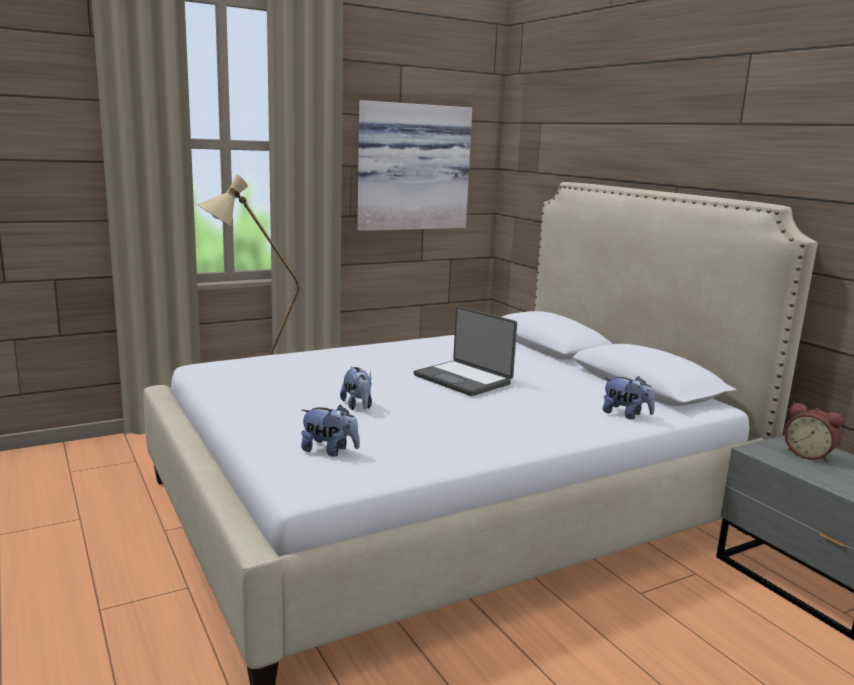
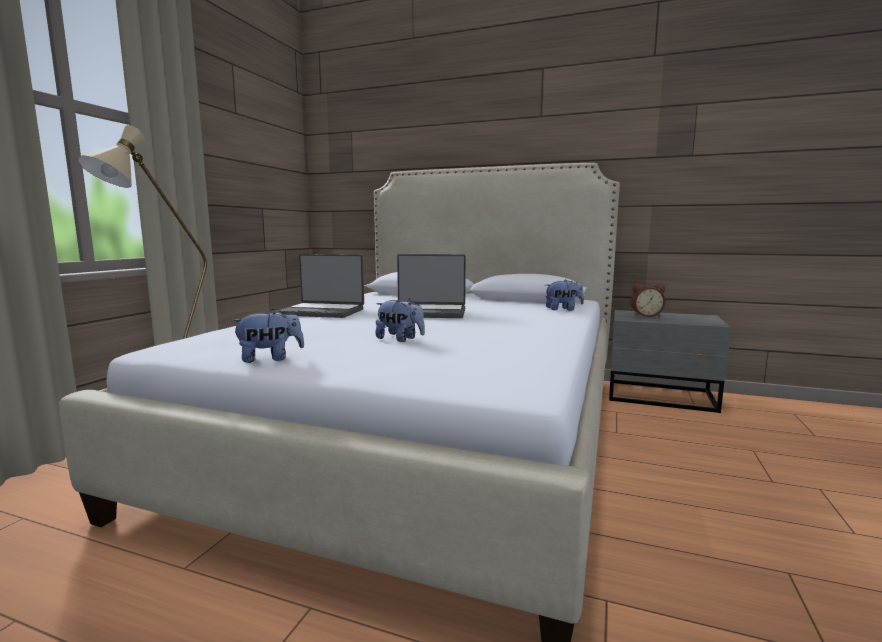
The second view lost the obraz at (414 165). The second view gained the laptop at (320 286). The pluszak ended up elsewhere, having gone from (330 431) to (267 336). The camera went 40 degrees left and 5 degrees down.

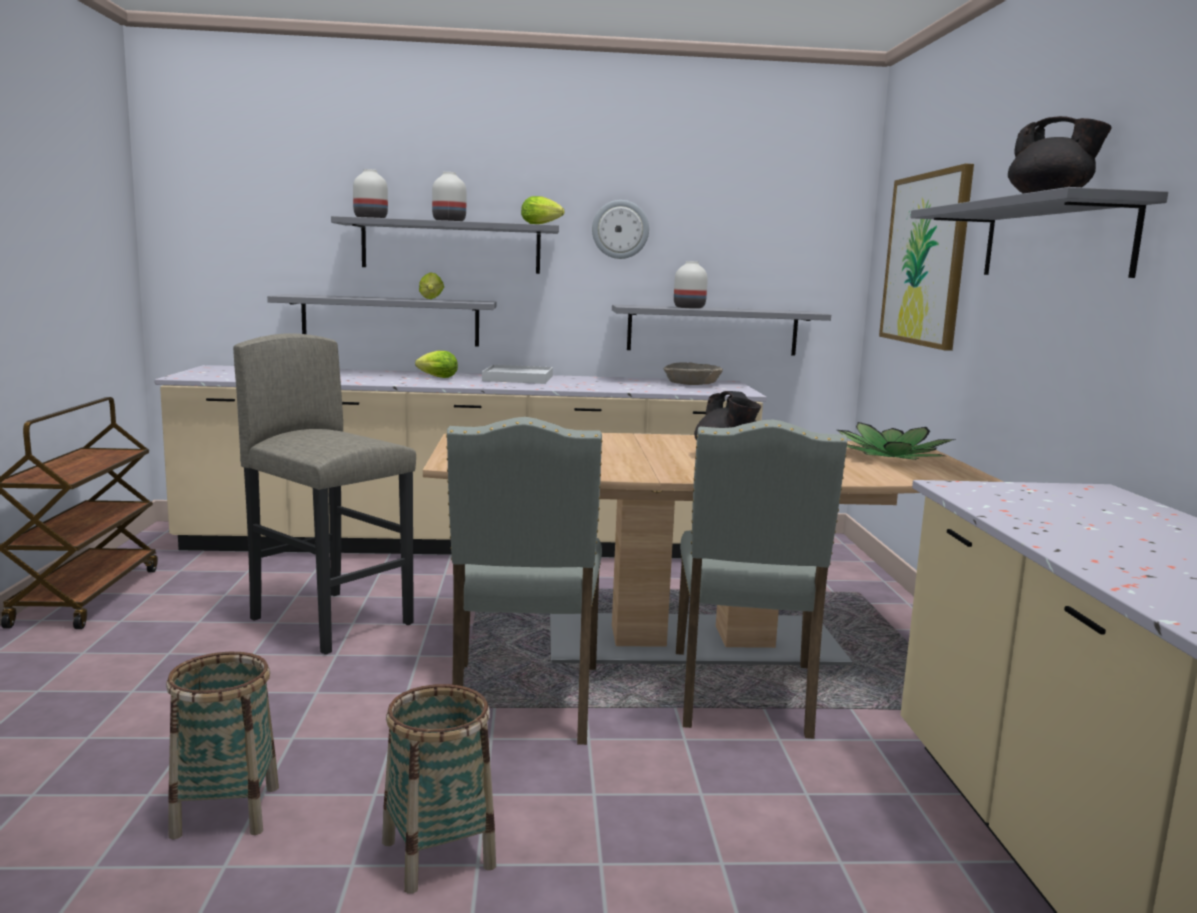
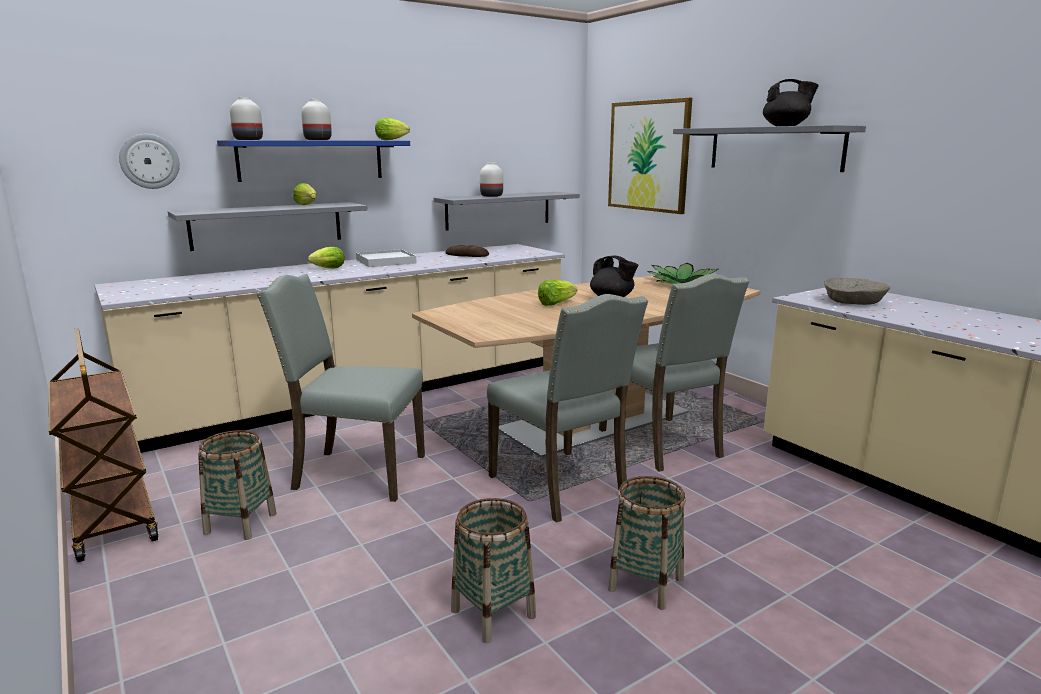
The second view gained the koszyk at (237 485). The second view gained the chleb at (467 251). The second view gained the sałata at (557 293). The zegar ścienny ended up elsewhere, having gone from (620 229) to (149 161). The miska (beżowy) ended up elsewhere, having gone from (693 373) to (857 291). Where the stołek (szary) stood at (324 494), the krzesło (szary) came to stand at (341 388). What was the półka (szary) at (445 245) turned into the półka (niebieski) at (313 161). The camera went 30 degrees left and 5 degrees up.

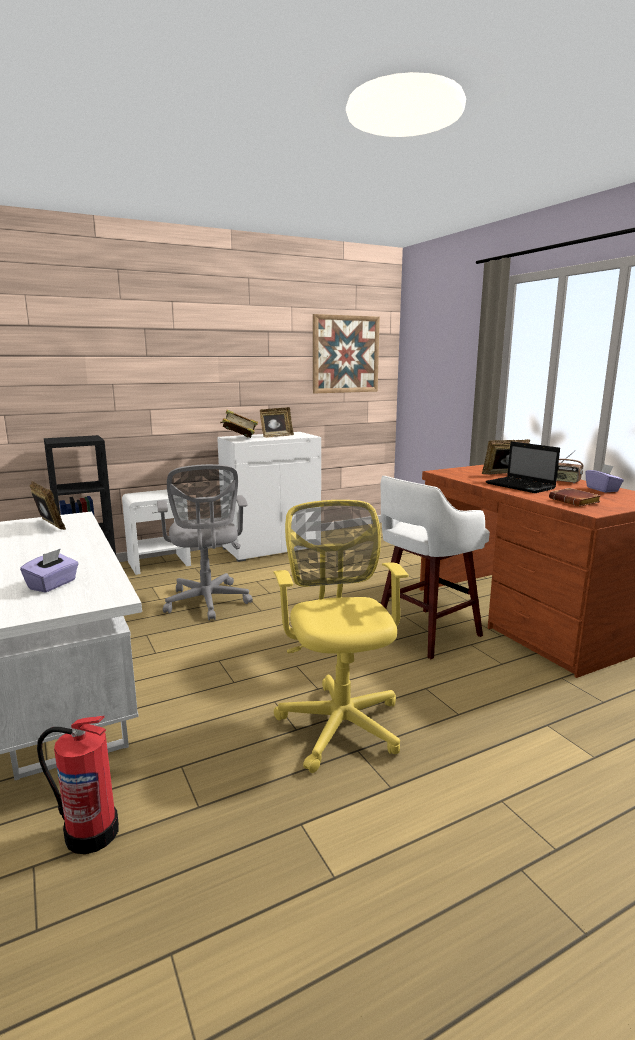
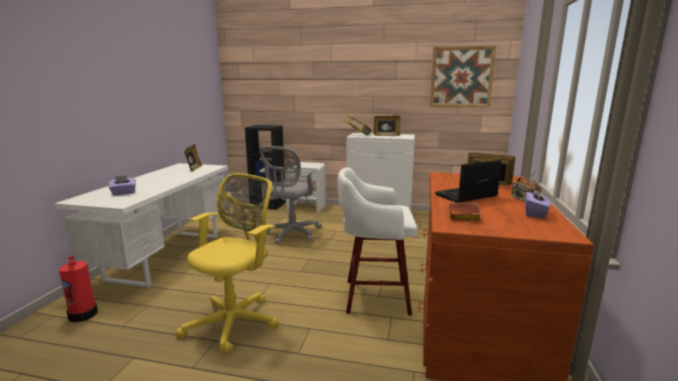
The laptop at (523 467) ended up facing another way, 60 degrees clockwise from before. The camera went 40 degrees right and 0 degrees up.

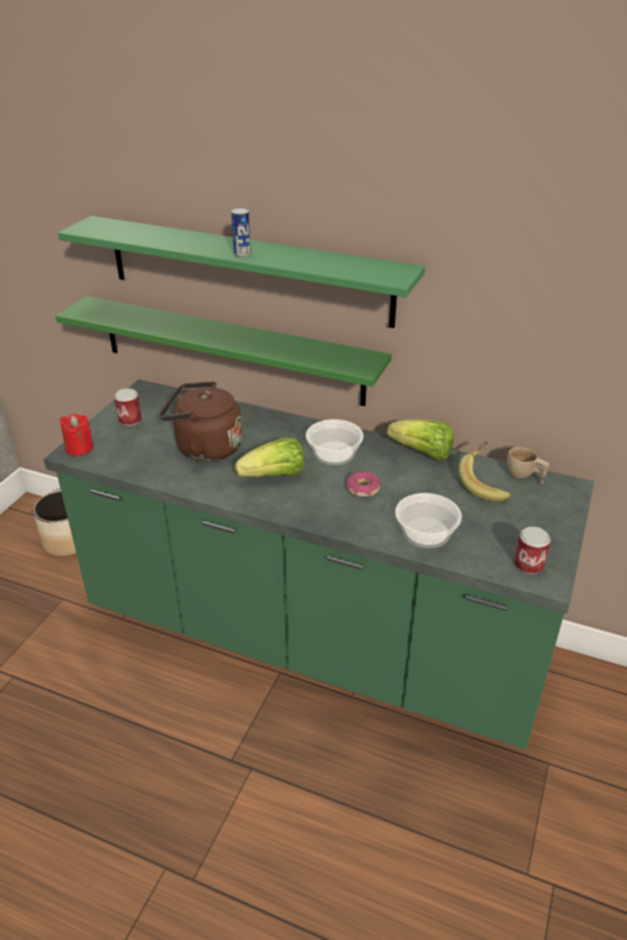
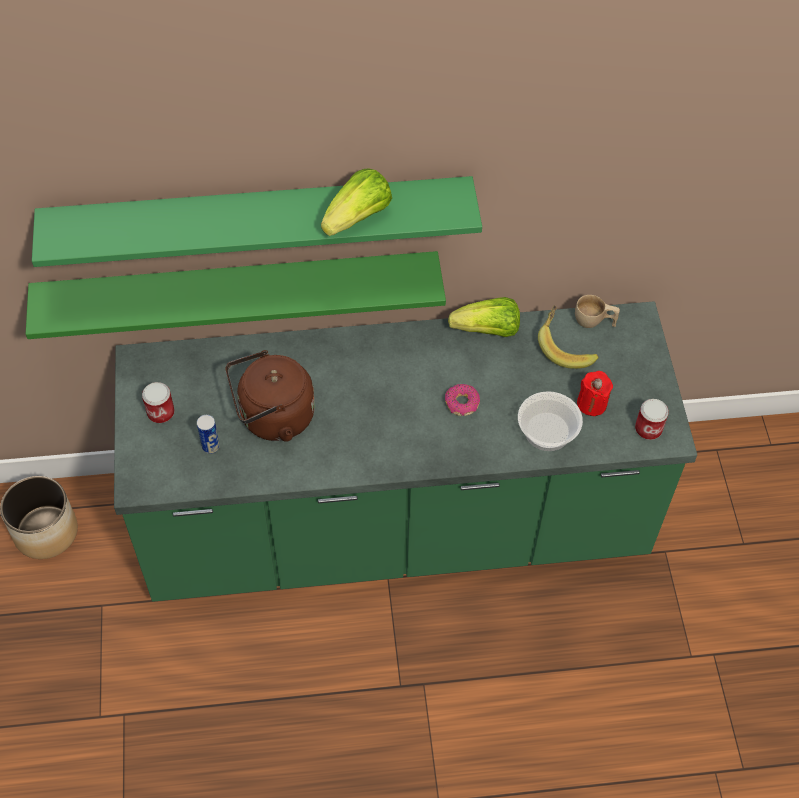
The second view lost the miska at (335 442). The świeca (czerwony) ended up elsewhere, having gone from (77 435) to (595 393). The puszka ended up elsewhere, having gone from (241 233) to (208 434). The sałata ended up elsewhere, having gone from (270 457) to (356 202). The camera went 30 degrees left and 20 degrees up.

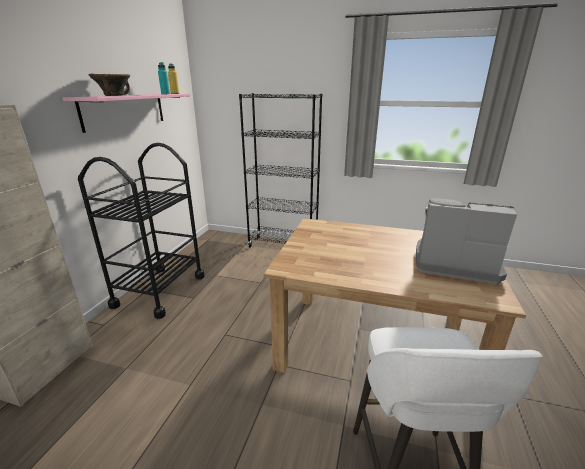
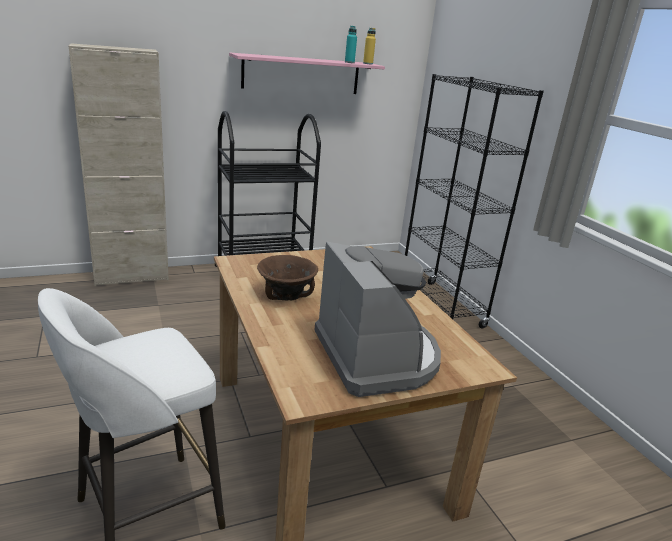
The miska (brązowy) ended up elsewhere, having gone from (109 85) to (287 277). The camera went 50 degrees right and 0 degrees up.

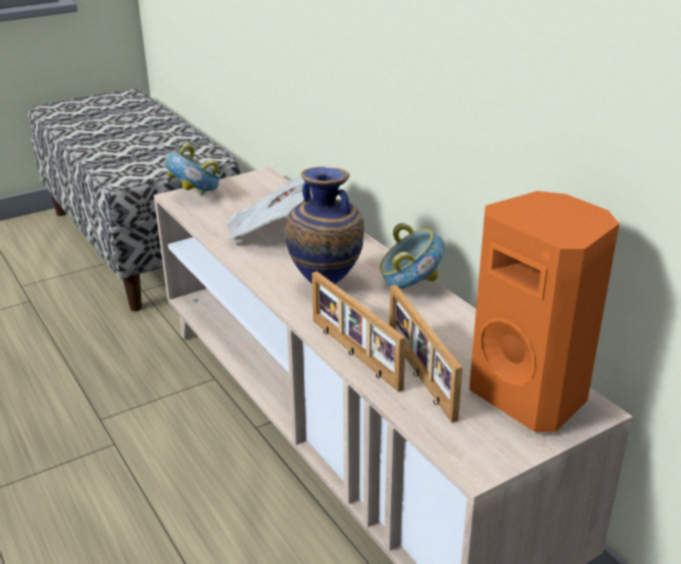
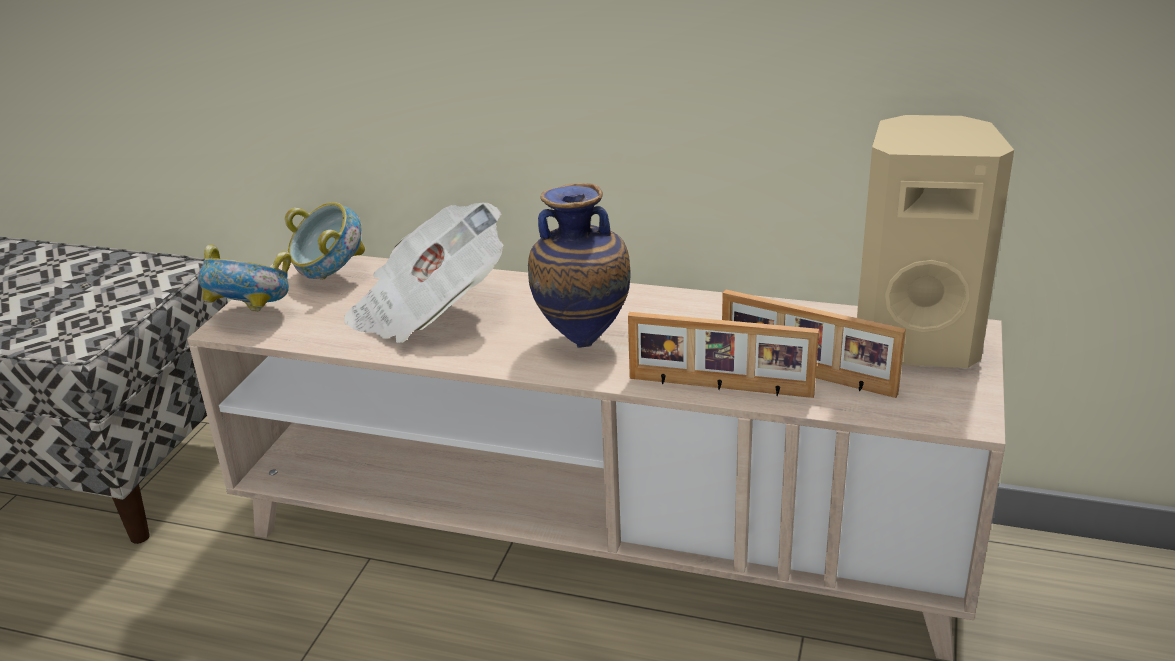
The miska ended up elsewhere, having gone from (412 256) to (325 241). What was the głośnik (pomarańczowy) at (544 311) turned into the głośnik (beżowy) at (935 241). The camera went 40 degrees left and 0 degrees up.

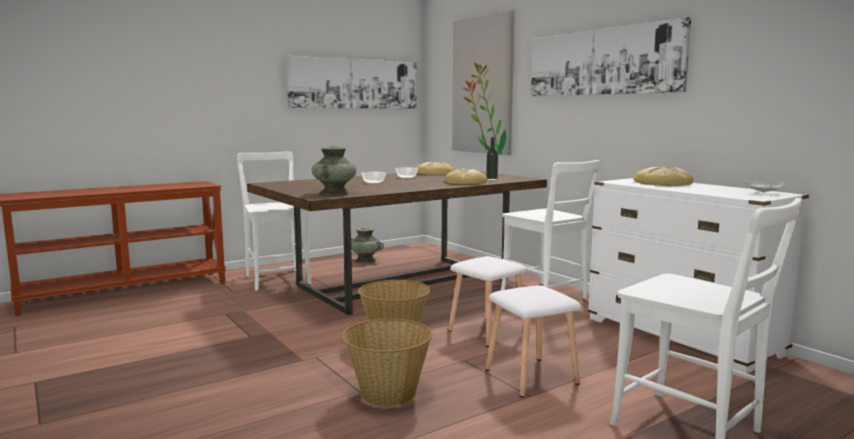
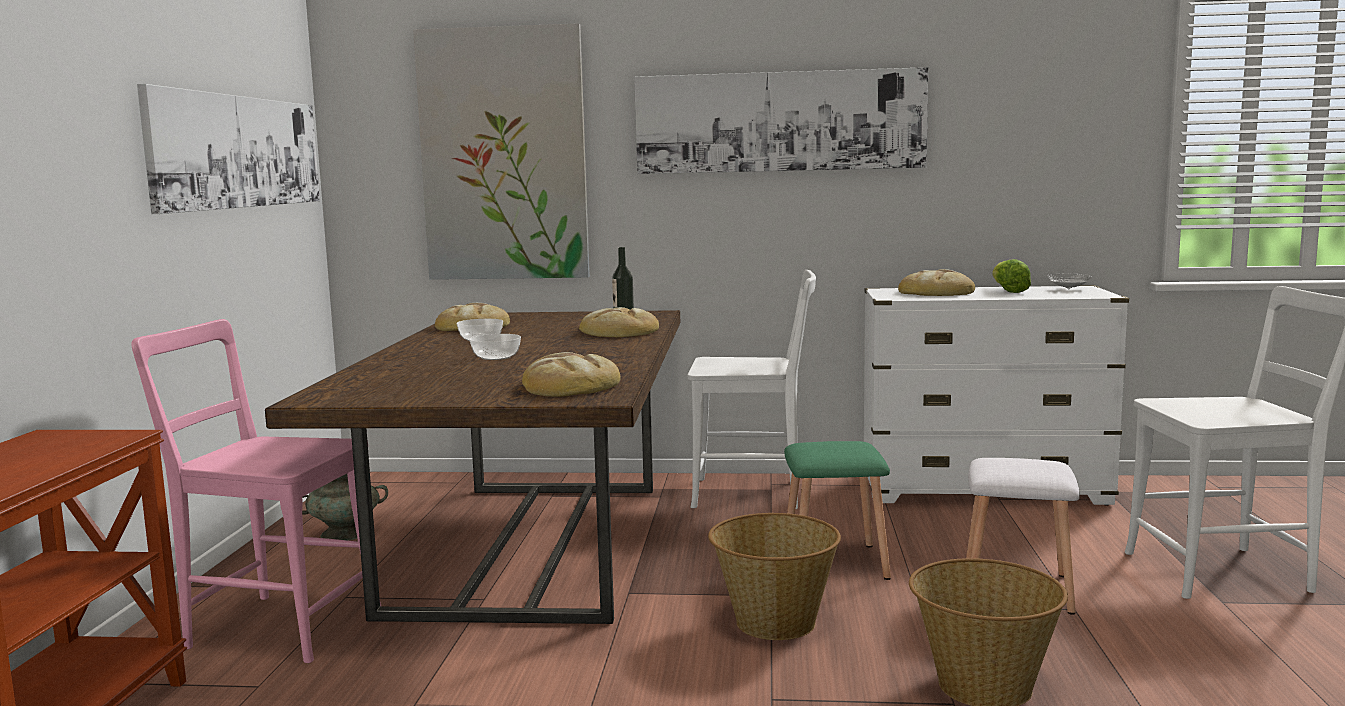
The second view gained the sałata at (1011 276). Where the wazon (turkusowy) stood at (334 170), the chleb came to stand at (571 374). What was the krzesło (biały) at (274 221) turned into the krzesło (różowy) at (256 491). What was the stołek (biały) at (487 301) turned into the stołek (zielony) at (837 510). The camera went 50 degrees left and 0 degrees up.

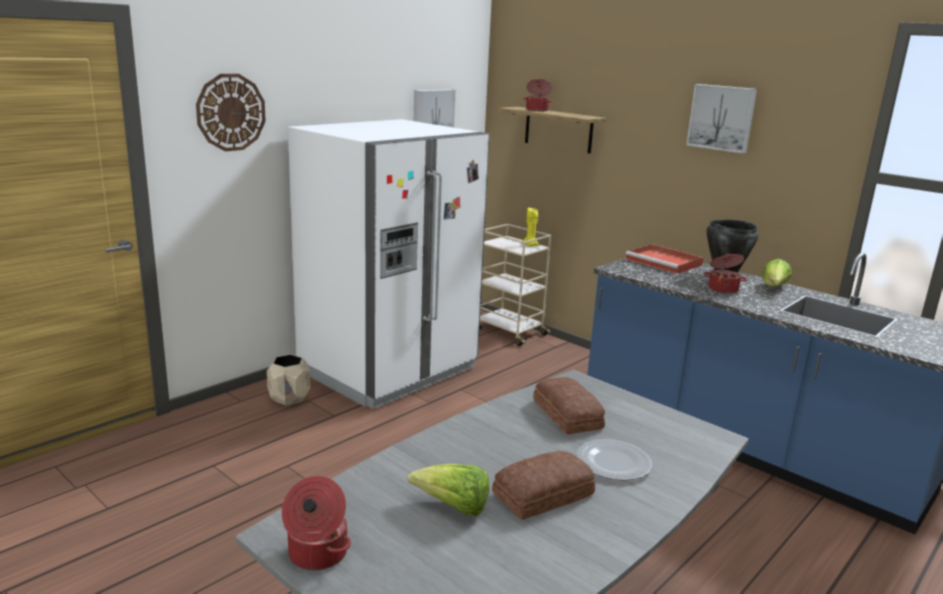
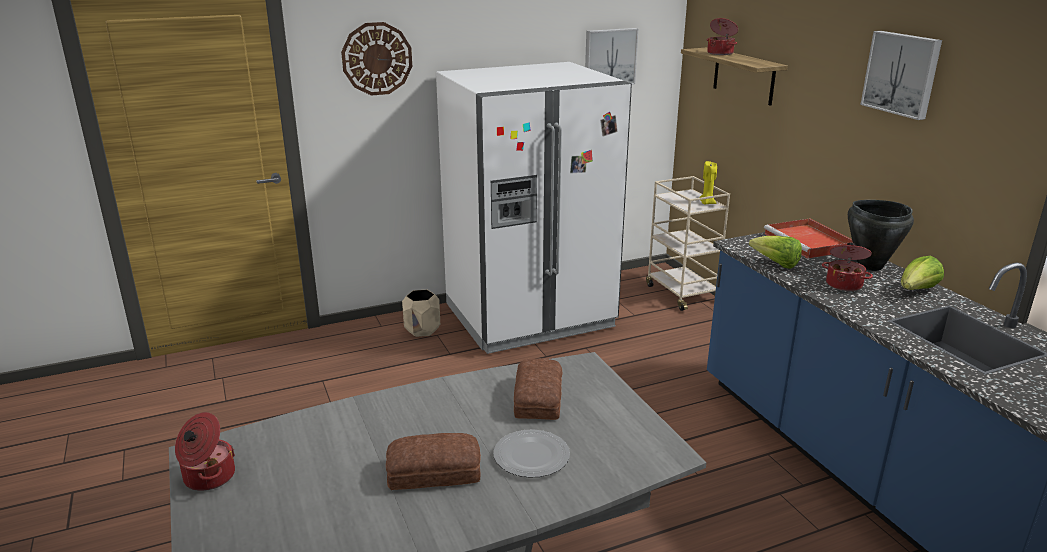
The sałata ended up elsewhere, having gone from (448 490) to (775 252). The camera went 25 degrees right and 5 degrees up.

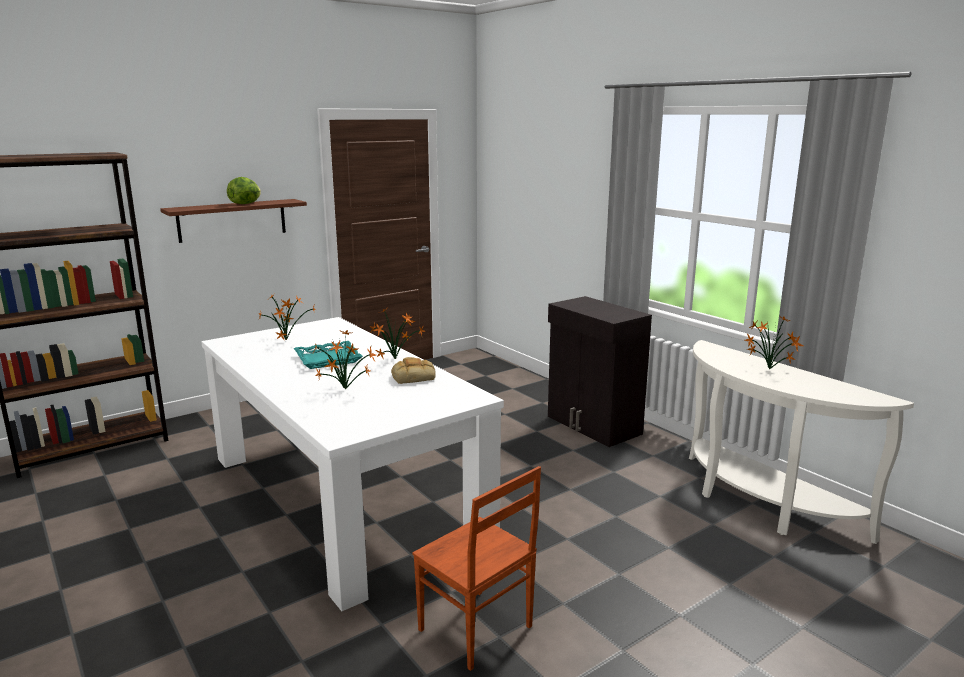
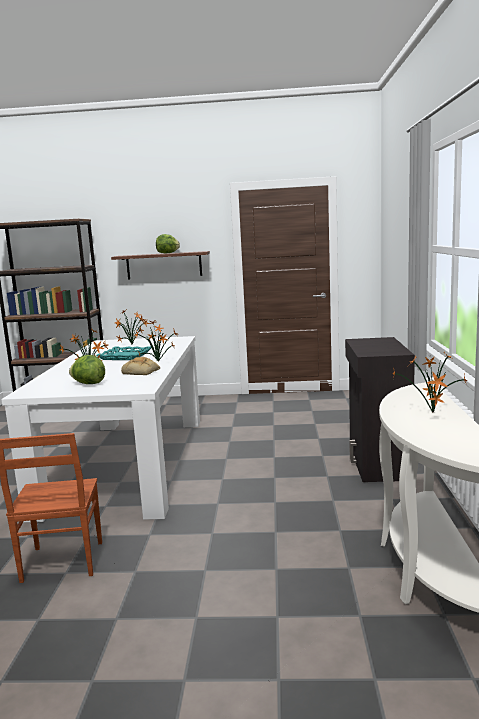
The second view gained the sałata at (87 369). The camera went 40 degrees right and 5 degrees down.

